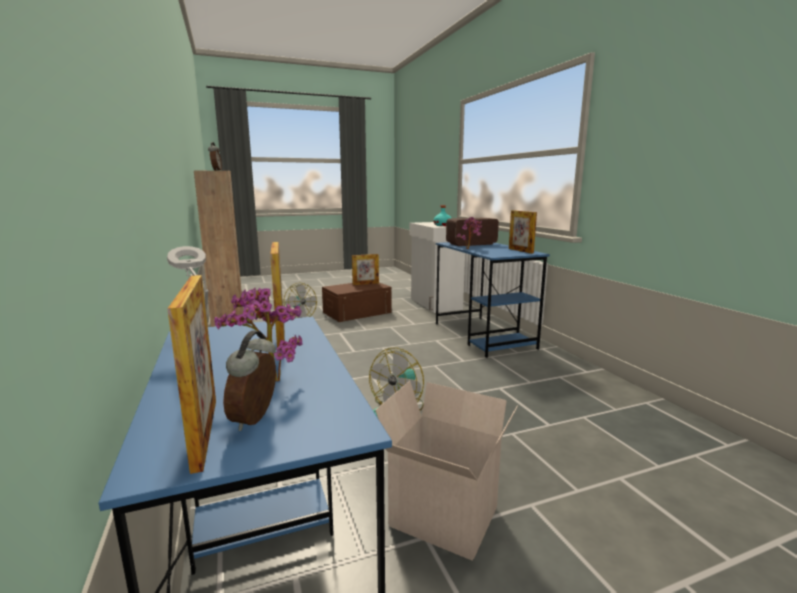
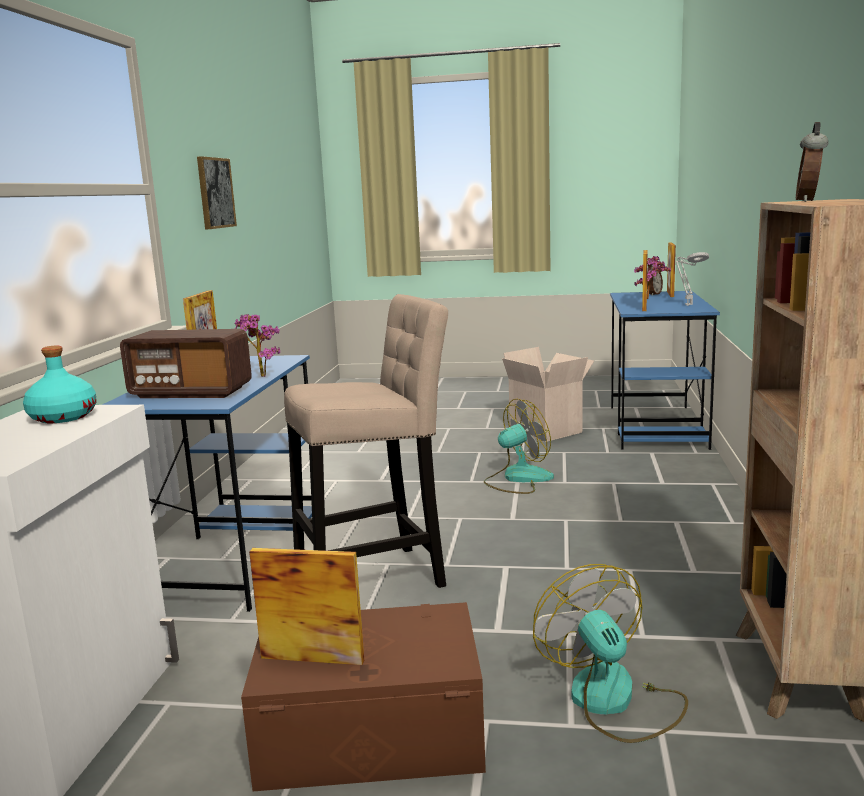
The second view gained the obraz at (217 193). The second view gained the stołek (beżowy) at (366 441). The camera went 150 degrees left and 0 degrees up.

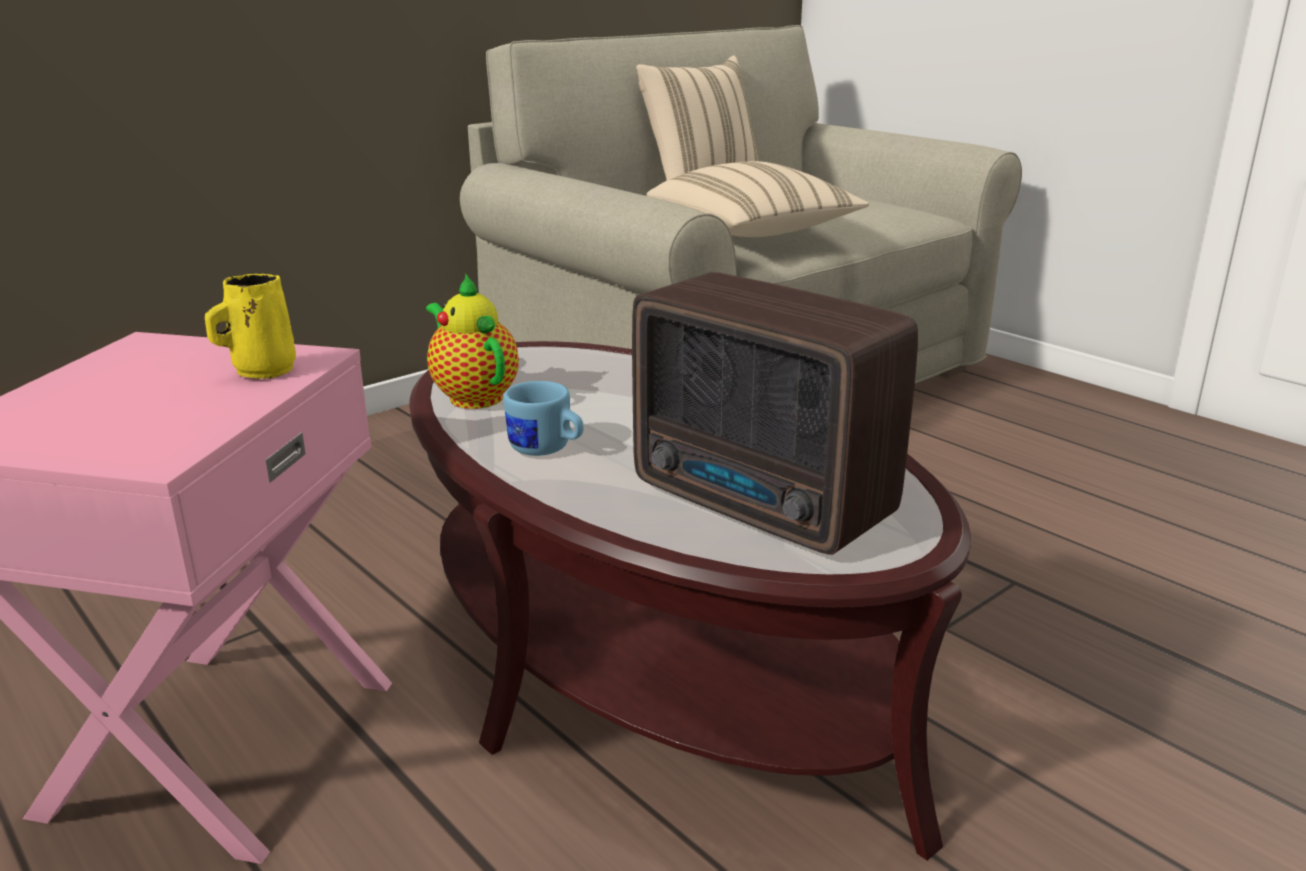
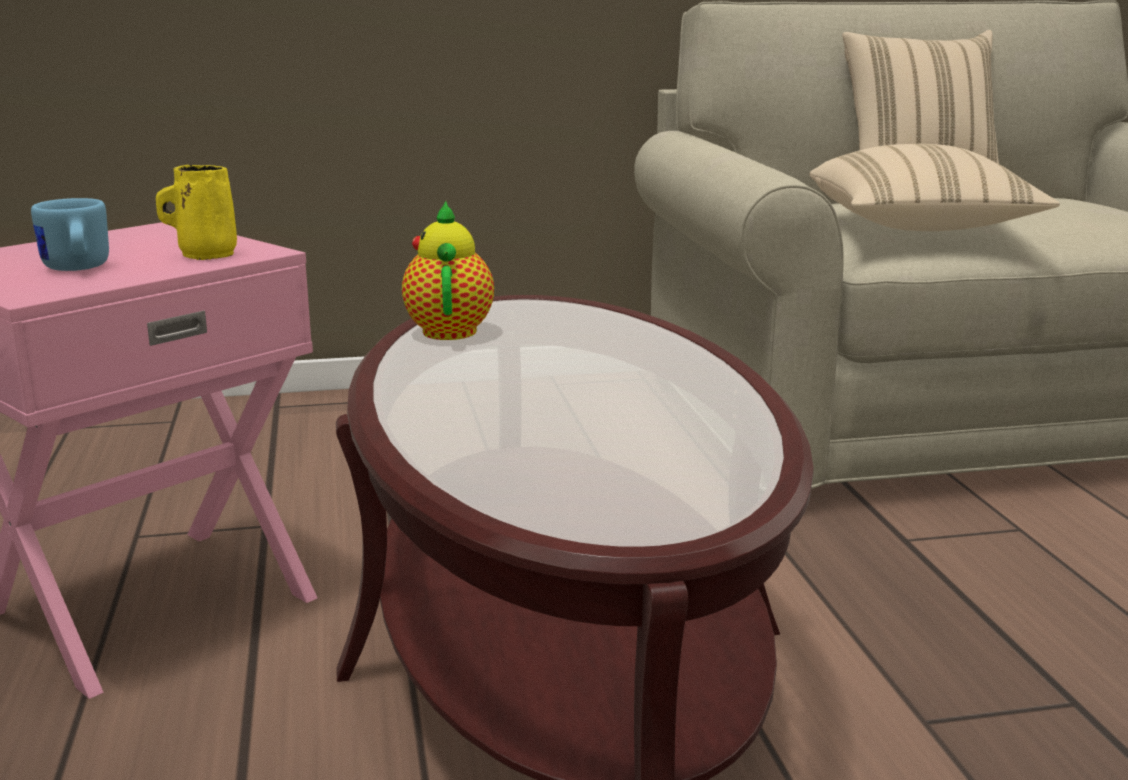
The second view lost the radio at (775 413). The kubek (niebieski) ended up elsewhere, having gone from (544 418) to (70 234). The camera went 30 degrees right and 5 degrees down.

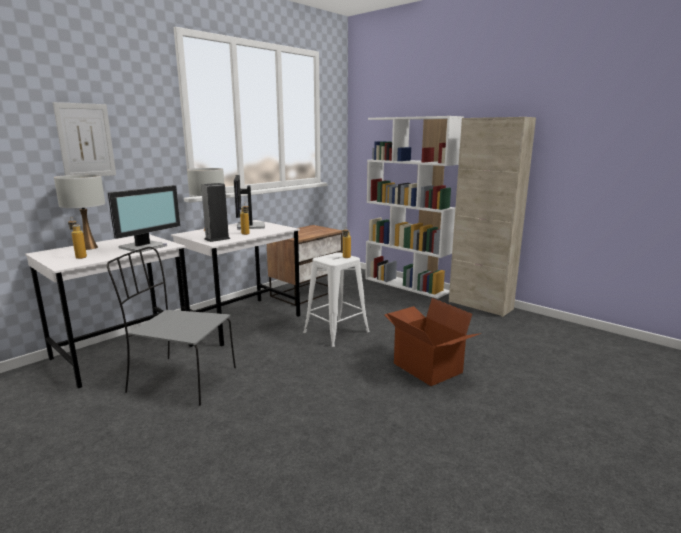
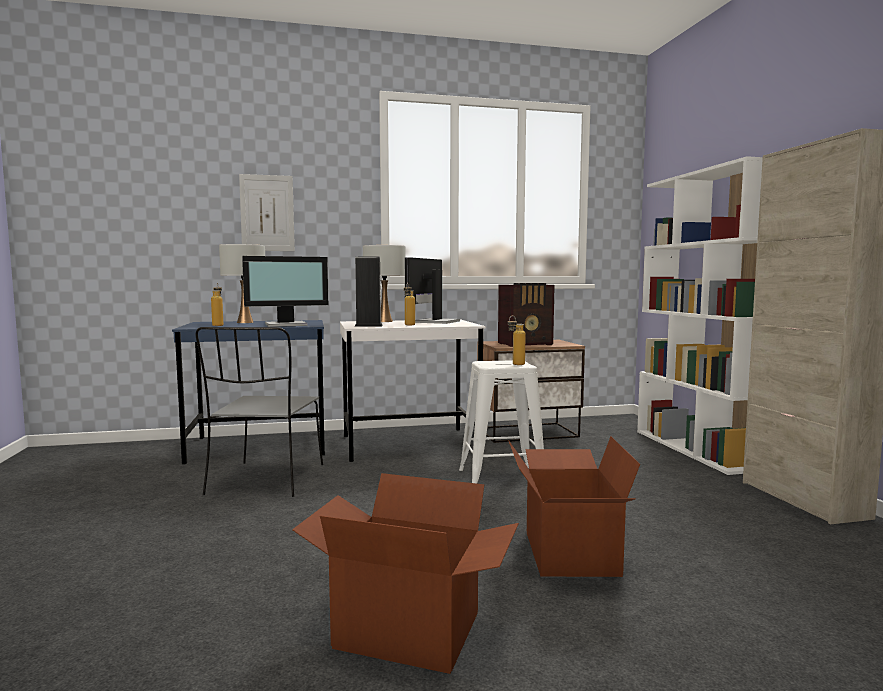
The second view gained the karton at (405 573). The second view gained the radio at (526 315). What was the biurko (biały) at (109 311) turned into the biurko (niebieski) at (248 392). The krzesło (szary) at (171 326) ended up facing another way, 135 degrees counterclockwise from before. The camera went 35 degrees right and 10 degrees down.

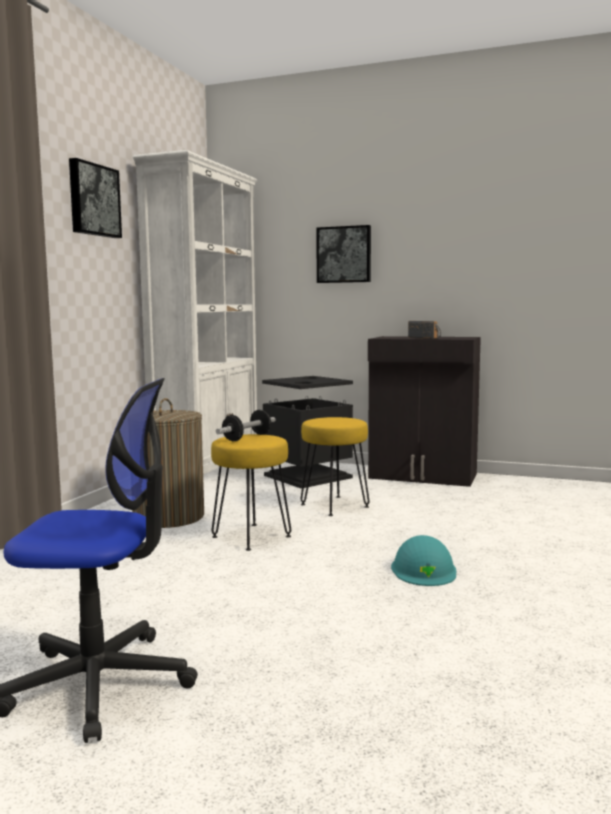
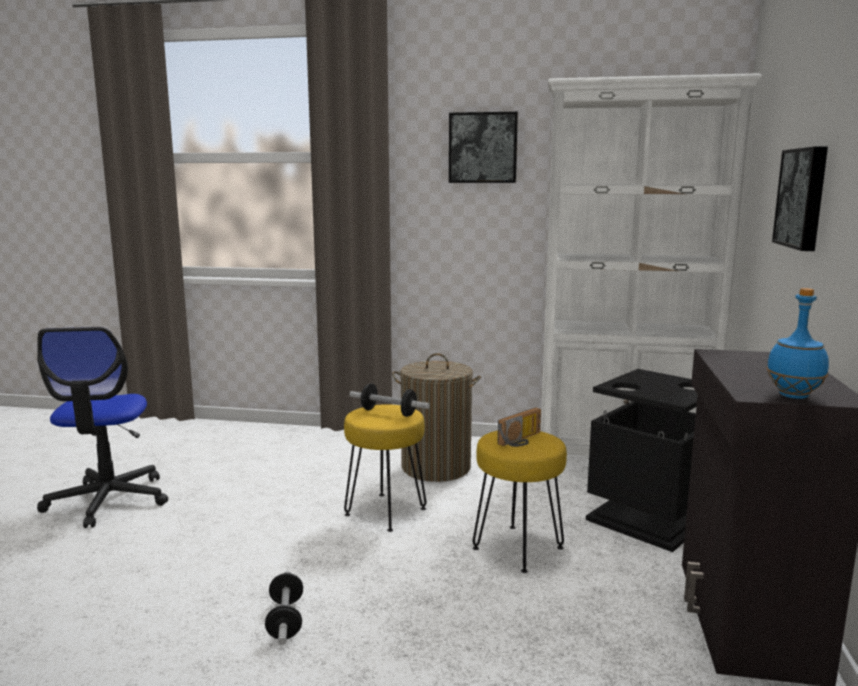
The second view gained the butelka (niebieski) at (798 343). The radio ended up elsewhere, having gone from (424 330) to (519 427). Where the kask (turkusowy) stood at (423 560), the hantel came to stand at (284 608). The camera went 80 degrees right and 5 degrees up.

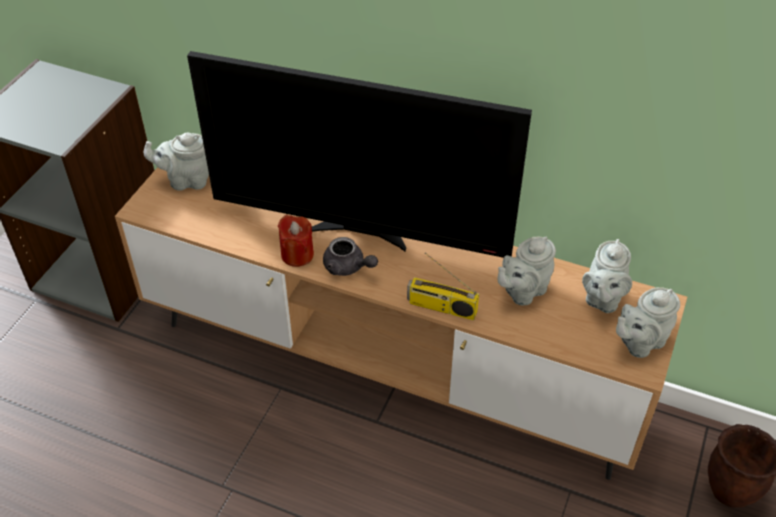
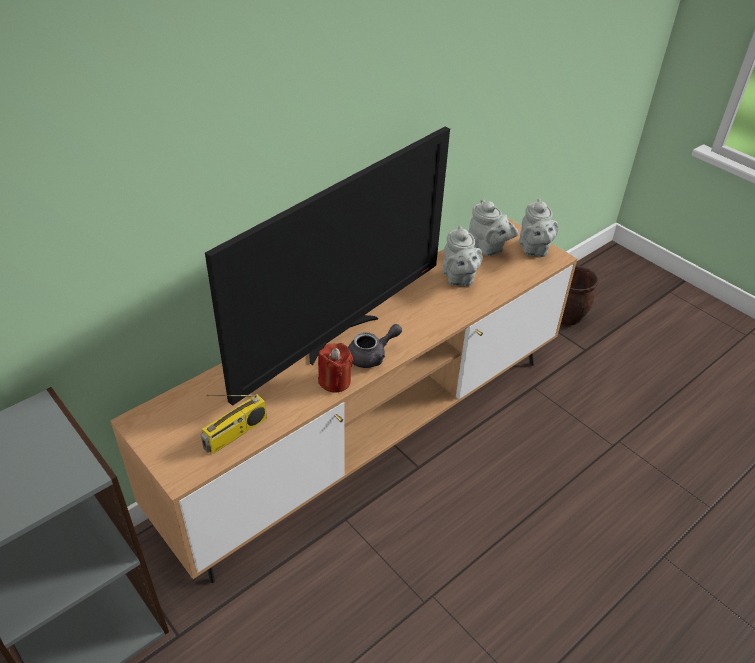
The second view lost the imbryk (szary) at (176 161). The radio ended up elsewhere, having gone from (443 286) to (234 424). The camera went 65 degrees left and 5 degrees down.

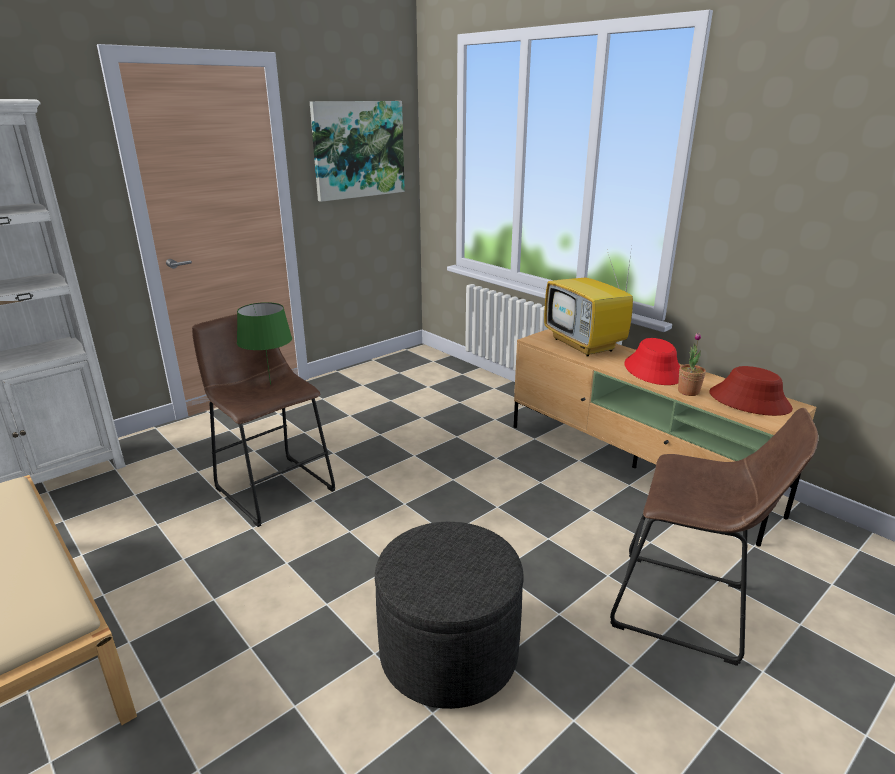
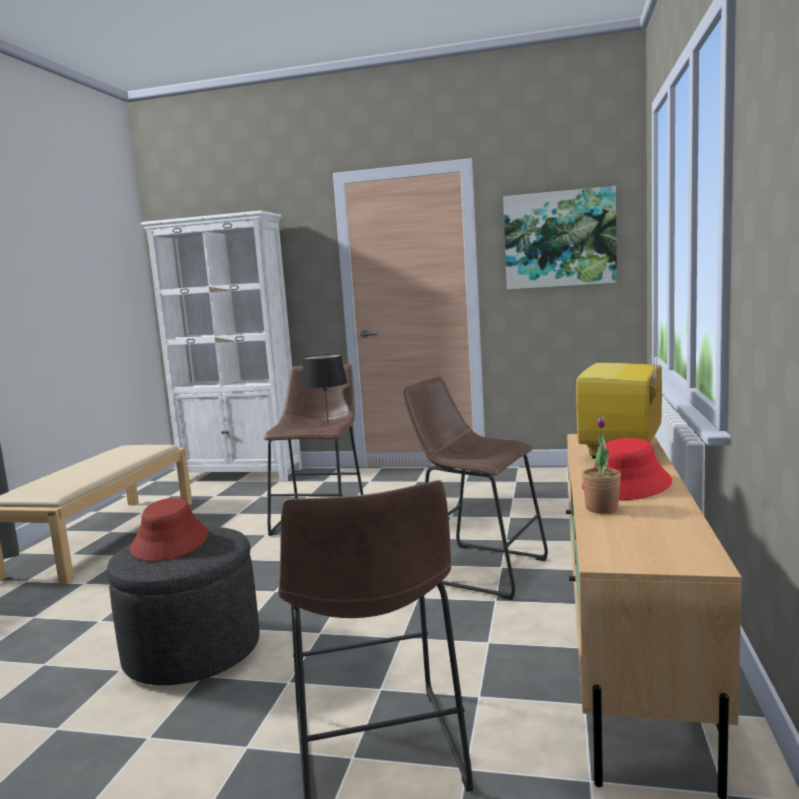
The second view gained the stołek (brązowy) at (475 488). The kapelusz (czerwony) ended up elsewhere, having gone from (751 391) to (169 529). What was the lampa stołowa (zielony) at (264 343) turned into the lampa stołowa (czarny) at (325 387). The camera went 55 degrees right and 15 degrees down.

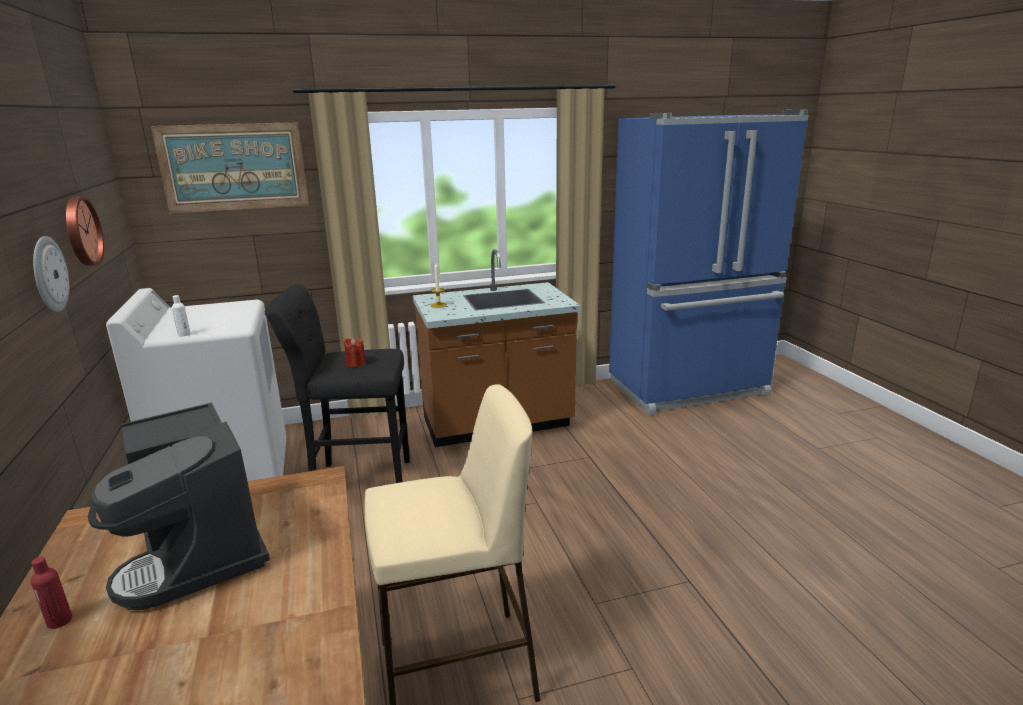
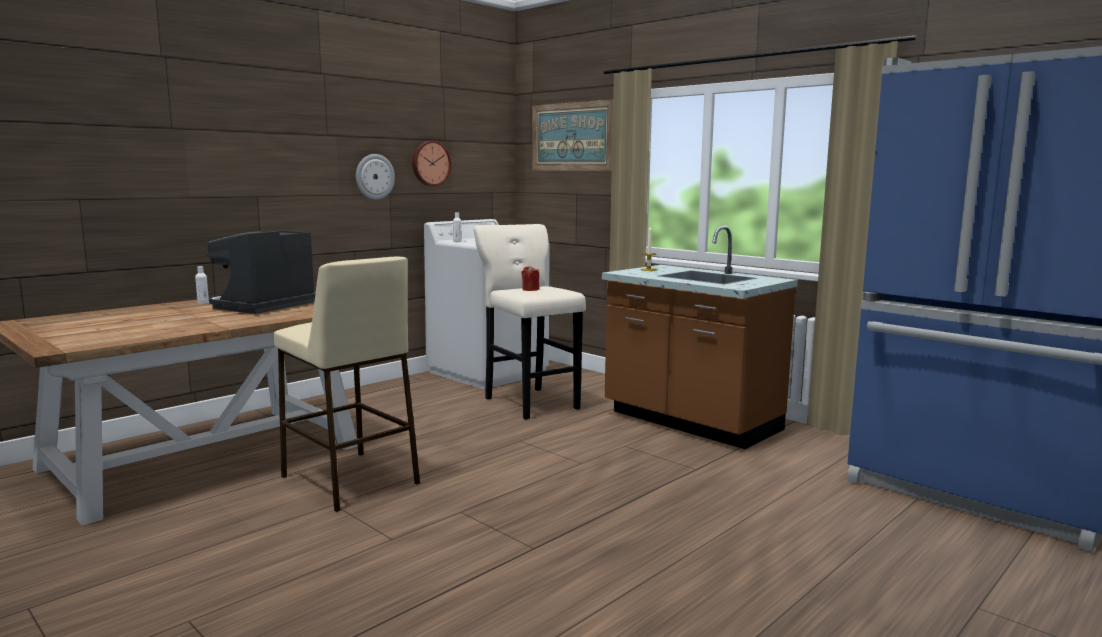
What was the butelka (czerwony) at (51 593) turned into the butelka (biały) at (202 285). What was the stołek (czarny) at (337 384) turned into the stołek (beżowy) at (529 322). The camera went 60 degrees right and 10 degrees down.

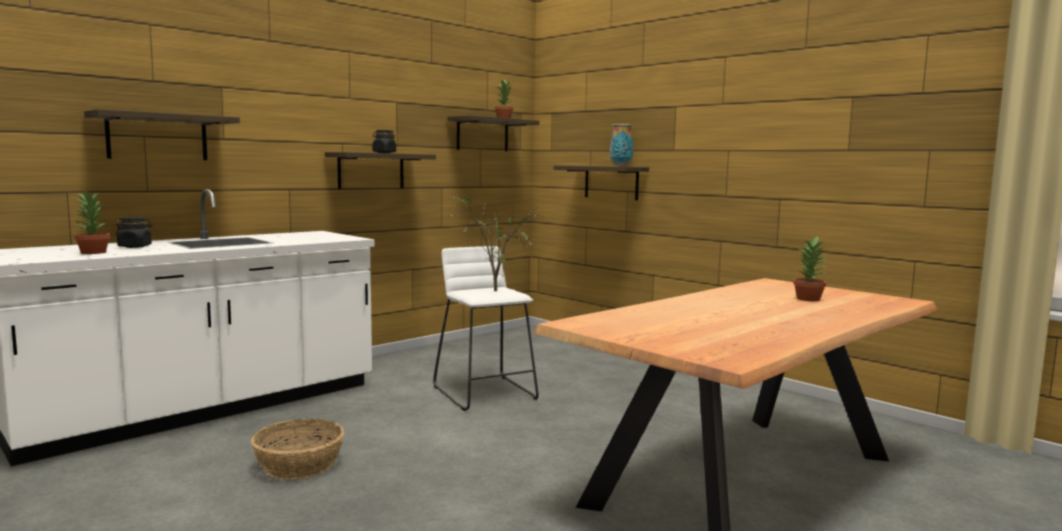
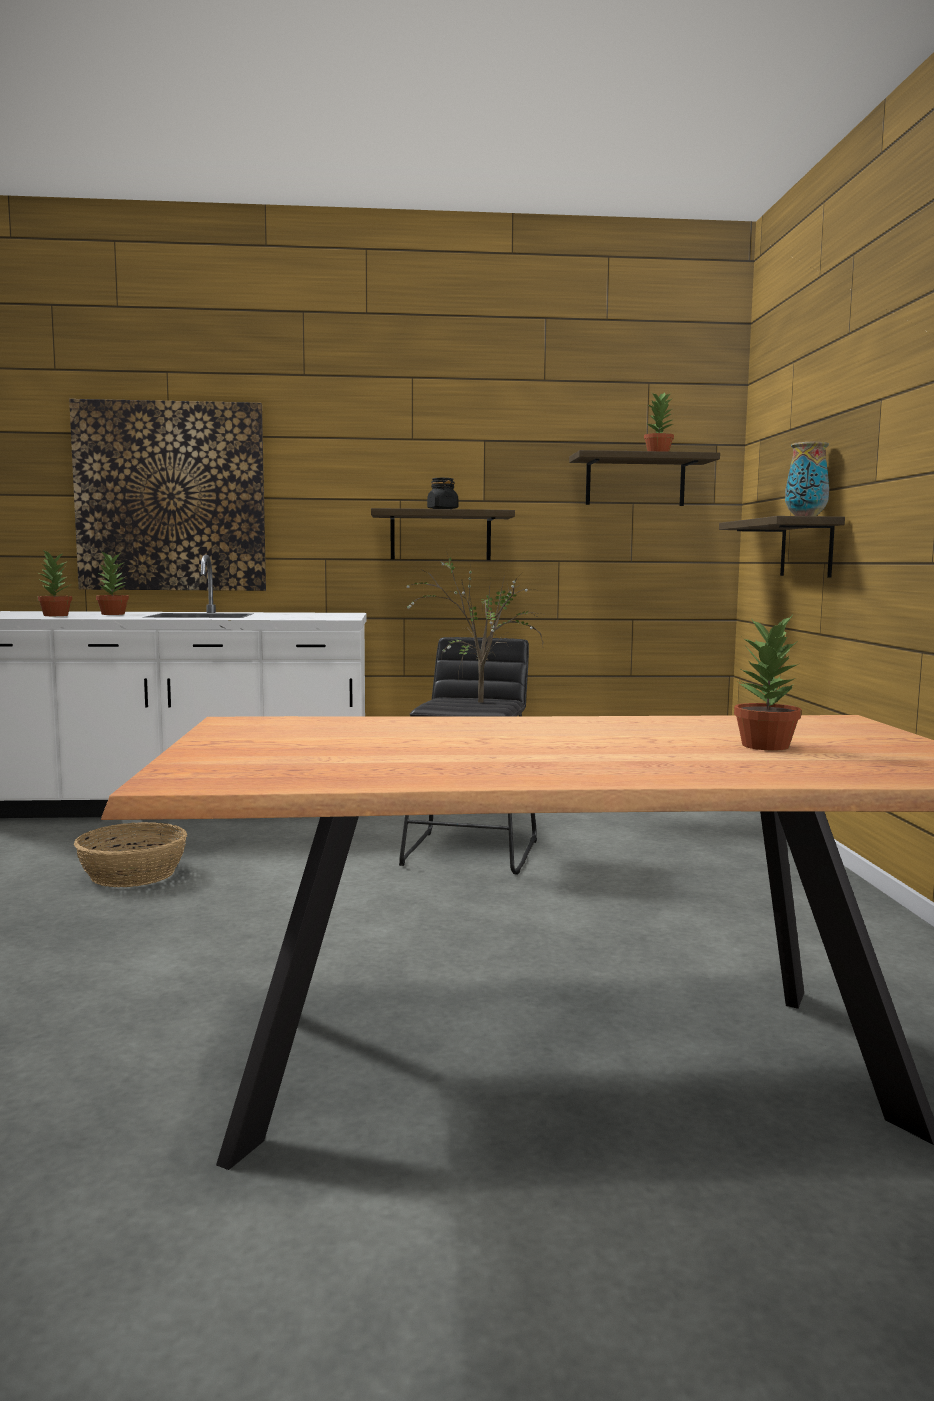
Where the półka hung at (162 134), the obraz came to hang at (167 495). Where the słoik (czarny) stood at (134 232), the roślina doniczkowa came to stand at (112 582). What was the stołek (biały) at (486 328) turned into the stołek (czarny) at (468 756). The camera went 40 degrees right and 0 degrees up.

